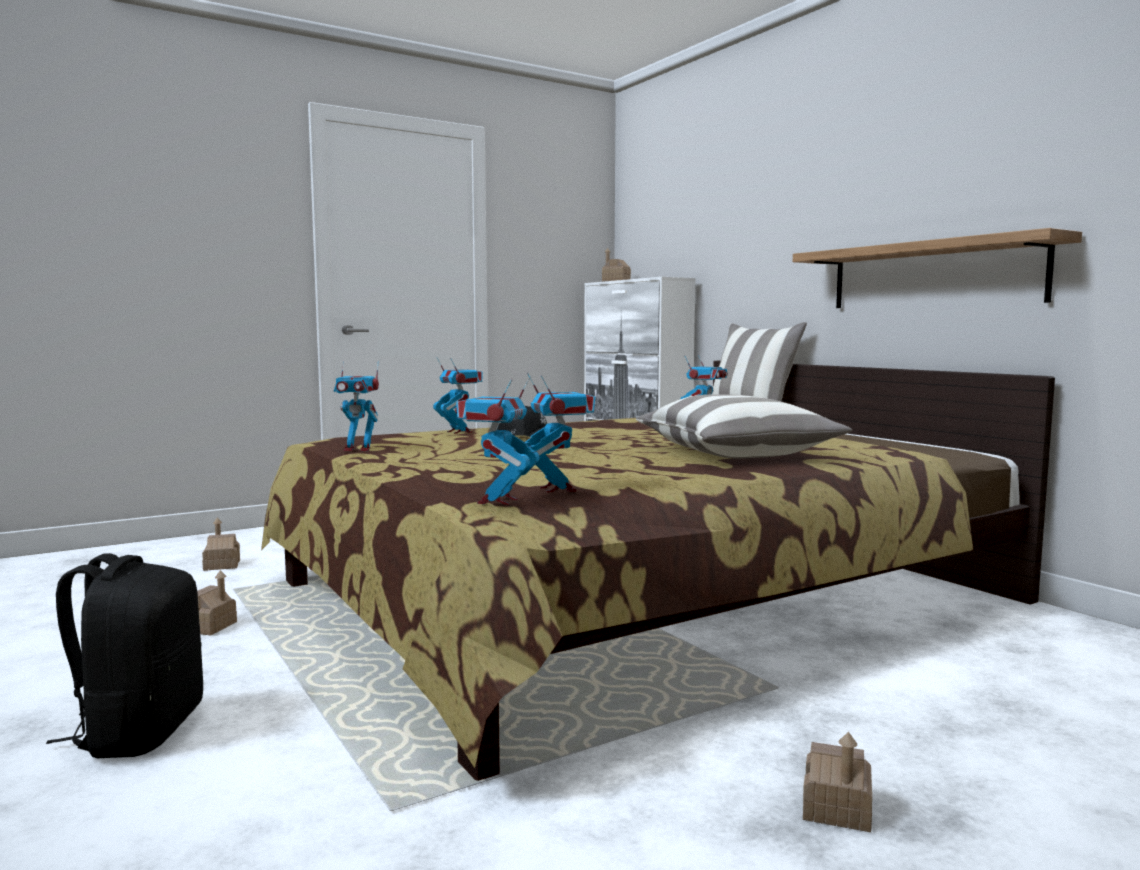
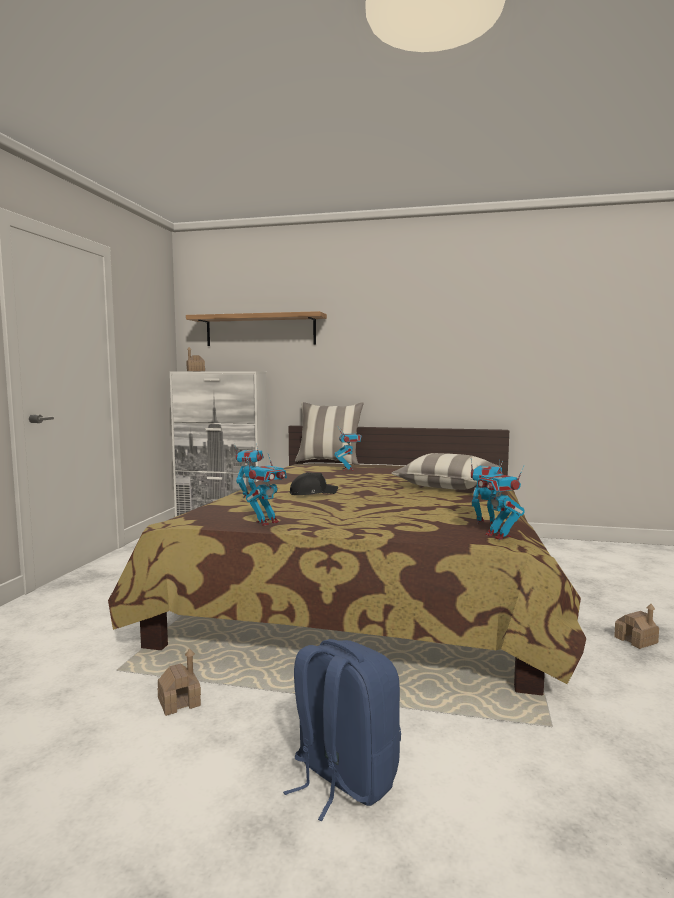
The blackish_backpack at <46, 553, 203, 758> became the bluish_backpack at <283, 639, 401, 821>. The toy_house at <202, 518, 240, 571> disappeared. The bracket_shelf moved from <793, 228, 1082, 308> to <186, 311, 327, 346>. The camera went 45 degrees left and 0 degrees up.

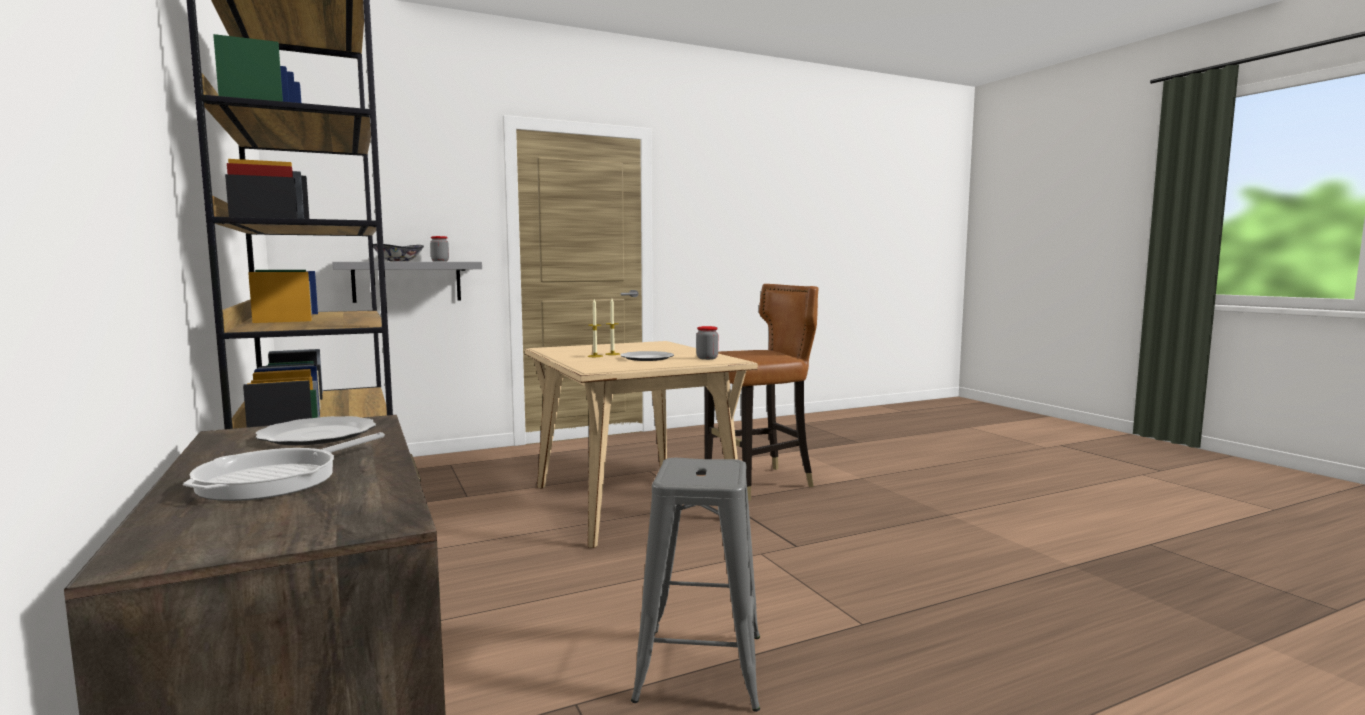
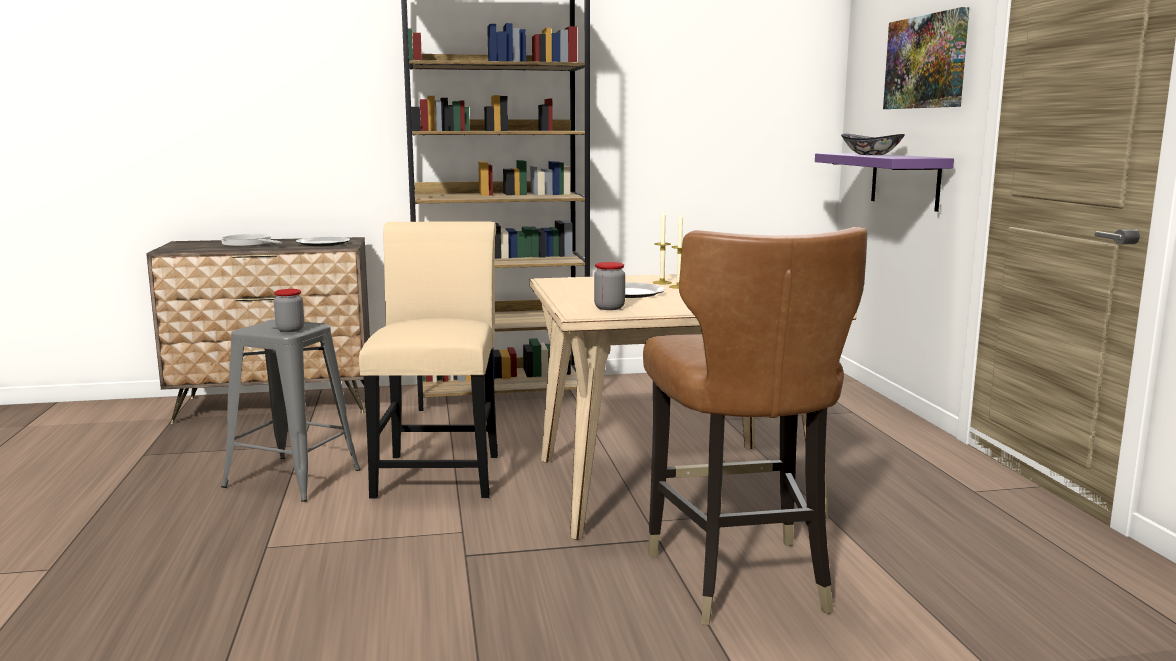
The greyish_bracket_shelf at <332, 262, 482, 303> became the purplish_bracket_shelf at <815, 153, 954, 212>. The storage_jar moved from <430, 236, 449, 262> to <274, 289, 304, 332>. The beige_plain_chair at <359, 222, 498, 498> appeared. The wall_picture at <883, 7, 969, 109> appeared. The camera went 105 degrees right and 5 degrees up.

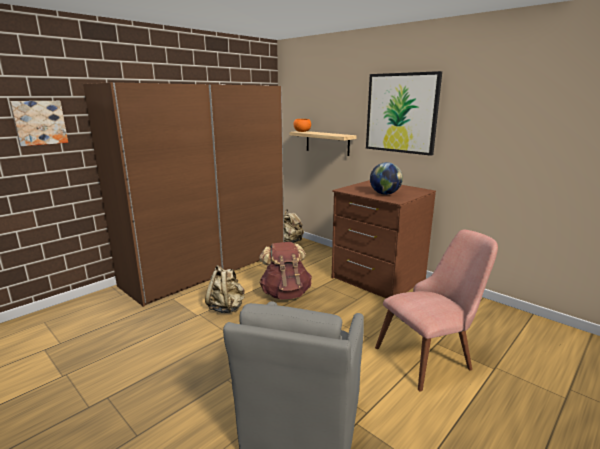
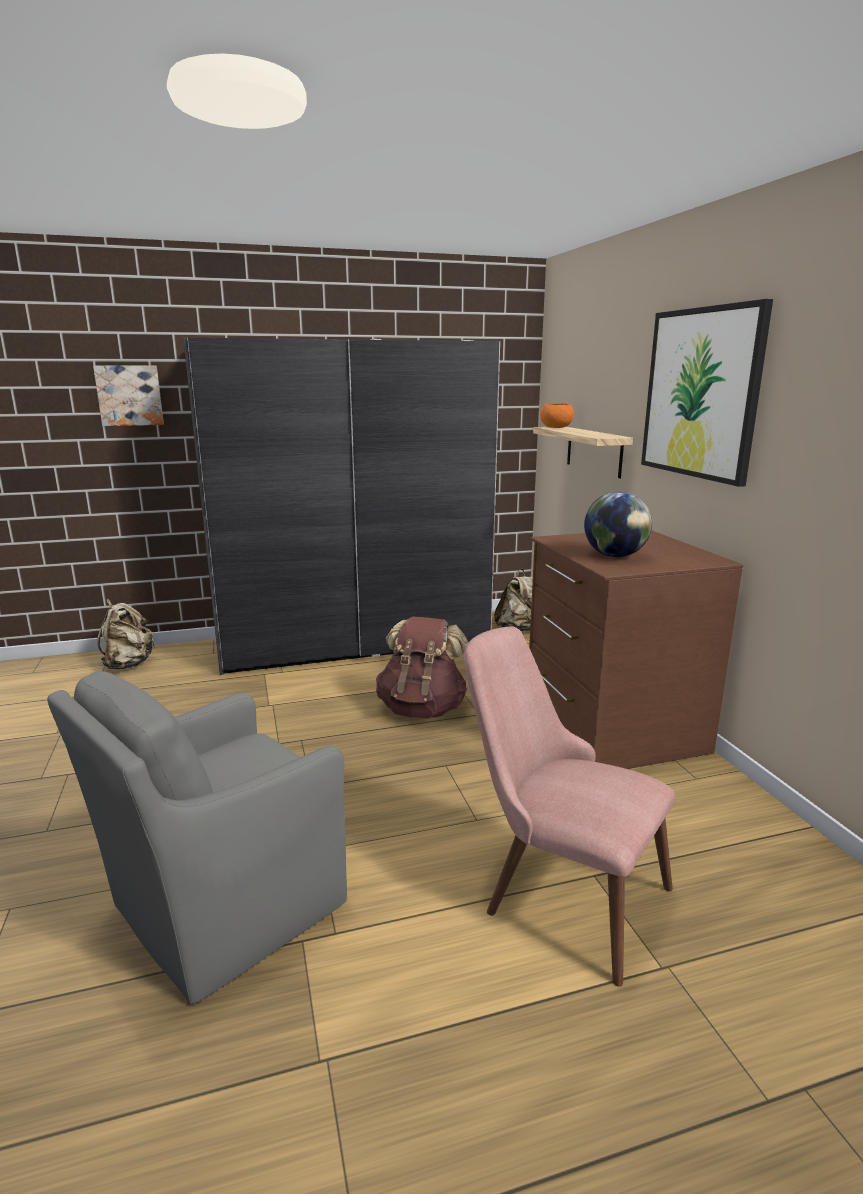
The brownish_armoire at <83, 82, 284, 307> became the greyish_armoire at <183, 338, 500, 675>. The beige_backpack moved from <205, 265, 245, 313> to <97, 599, 156, 669>. The pink-coloured_plain_chair at <375, 229, 498, 392> turned 150 degrees counterclockwise. The camera went 30 degrees right and 0 degrees up.

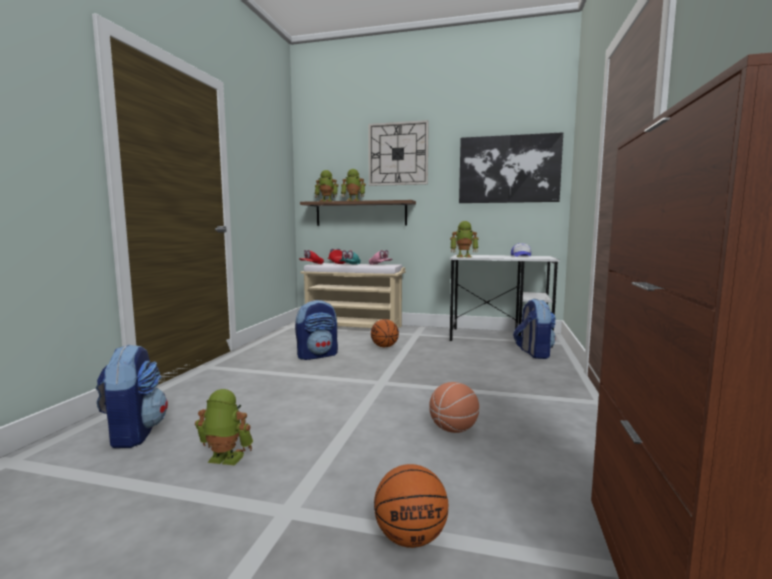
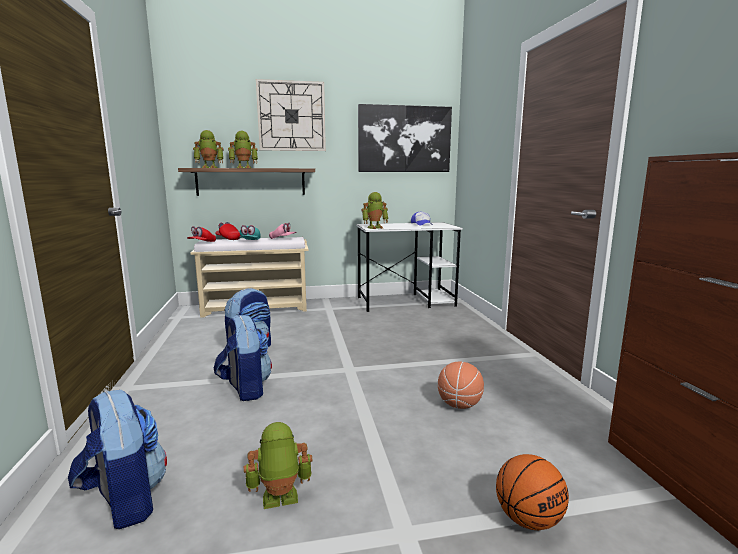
The basketball at <371, 319, 399, 347> disappeared. The backpack moved from <513, 299, 556, 359> to <214, 314, 272, 401>. The camera went 25 degrees left and 5 degrees up.

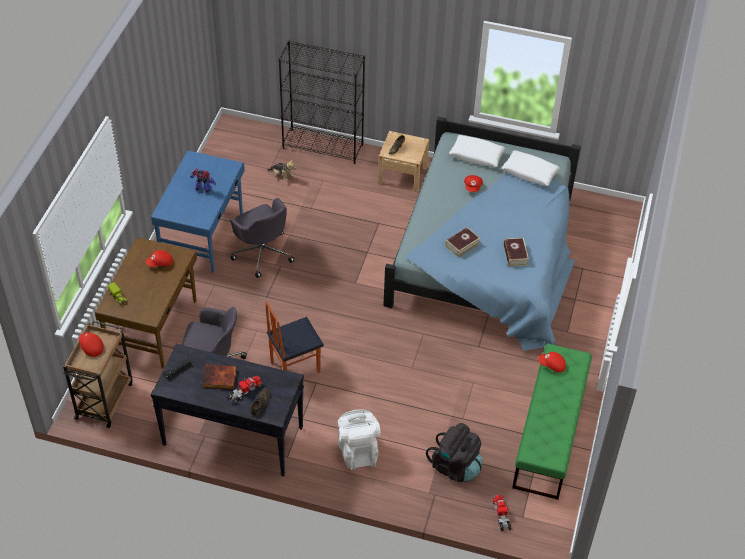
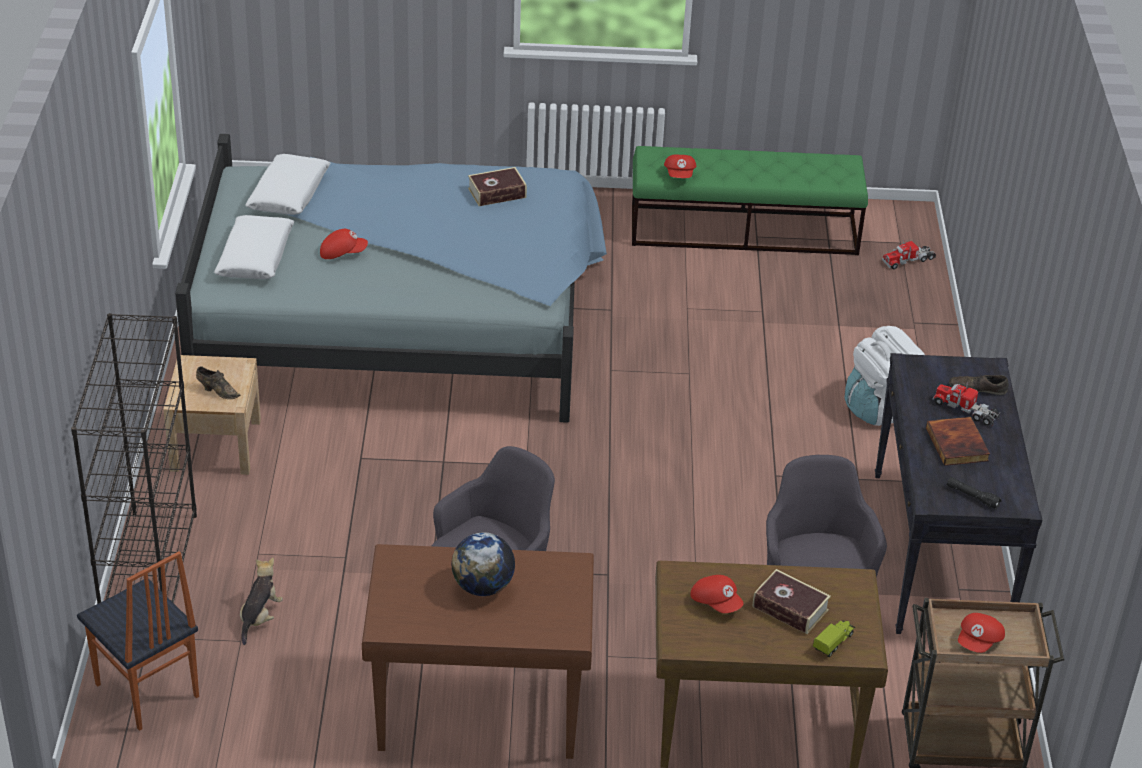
The bluish_desk_table at <151, 151, 245, 273> became the brownish_desk_table at <362, 544, 594, 759>. The toy_robot at <190, 168, 216, 194> was replaced by the world_globe at <452, 532, 515, 596>. The plain_chair moved from <265, 301, 324, 374> to <77, 551, 199, 731>. The blackish_backpack at <426, 423, 483, 482> disappeared. The volume moved from <445, 227, 480, 258> to <753, 569, 831, 634>. The camera went 105 degrees left and 10 degrees down.

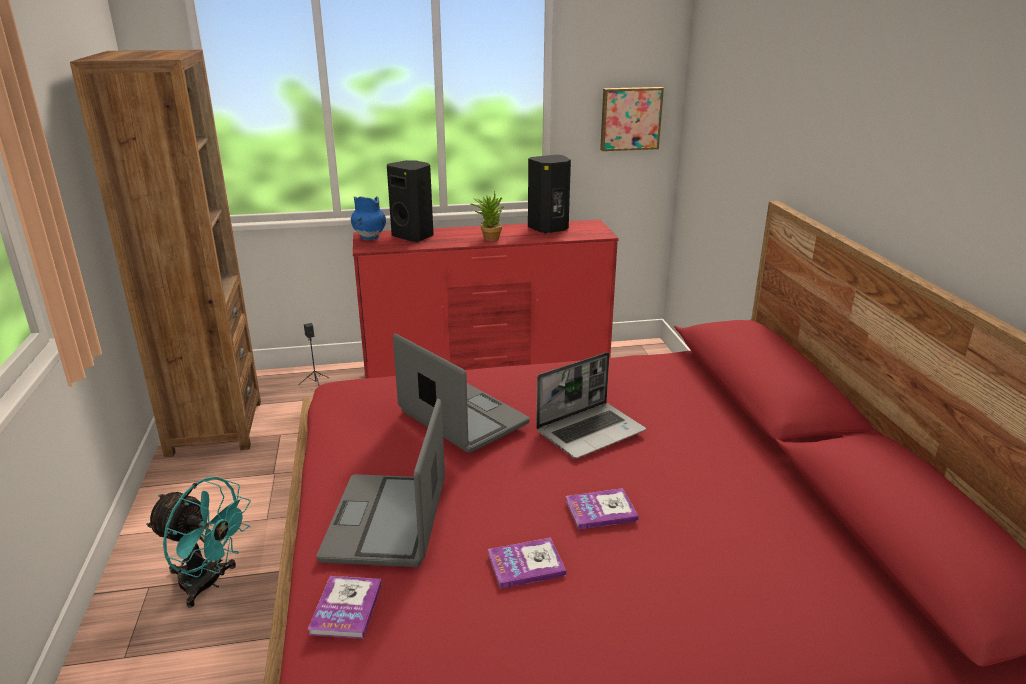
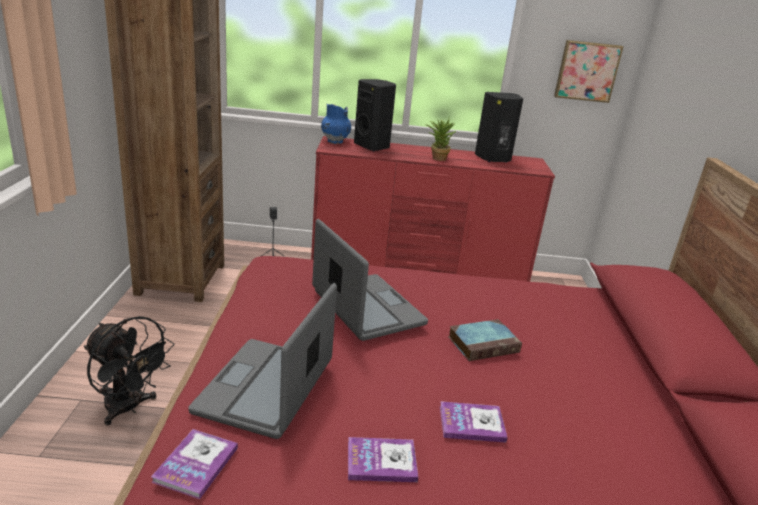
The turquoise_electric_fan at <146, 477, 251, 608> became the blackish_electric_fan at <84, 316, 174, 426>. The portable_computer at <536, 352, 646, 458> was replaced by the volume at <448, 319, 522, 361>. The camera went 10 degrees right and 0 degrees up.

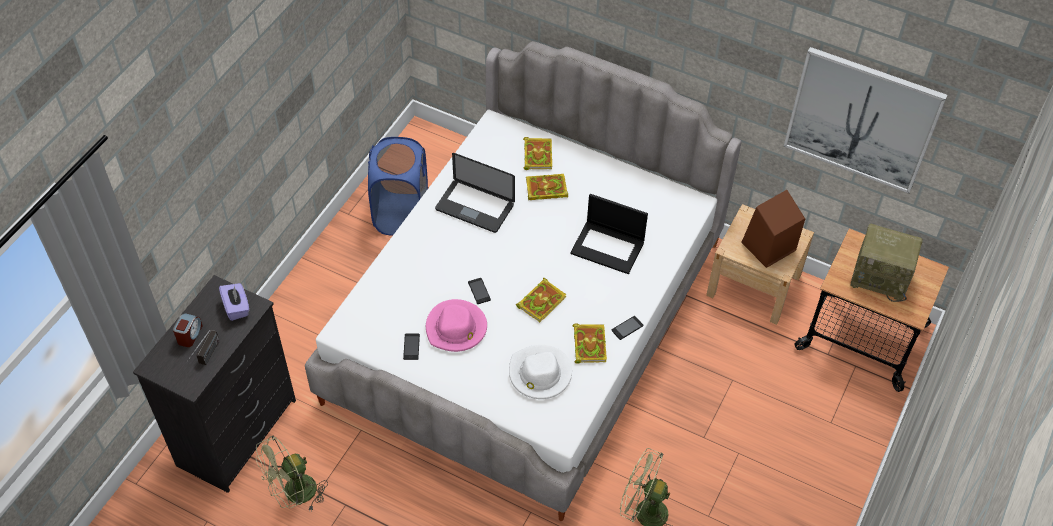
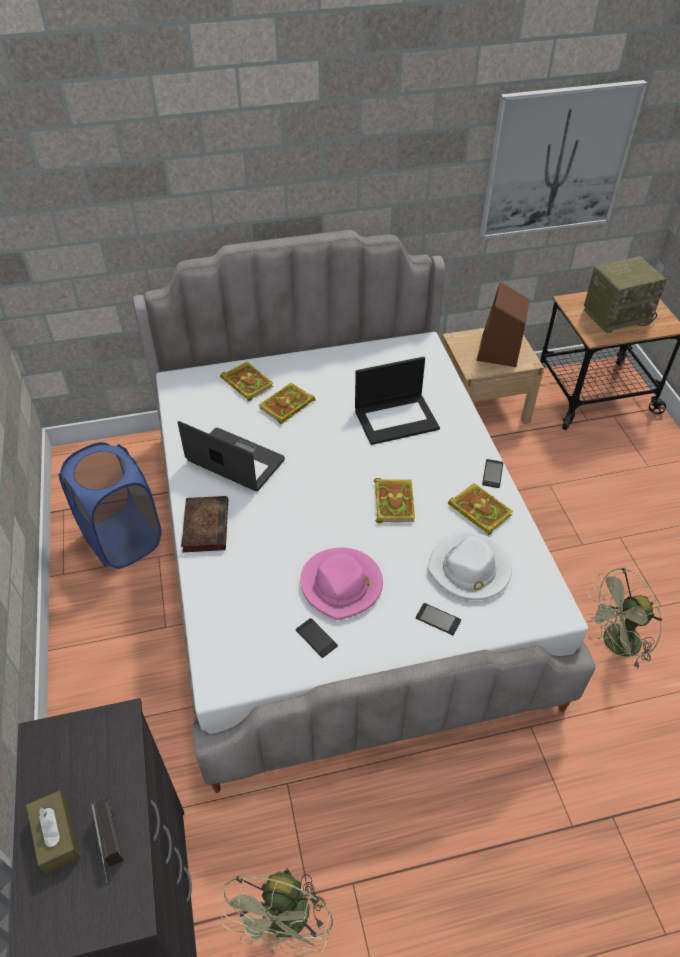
The bedside_clock at <173, 313, 203, 347> was replaced by the brownish_tissue_box at <26, 791, 80, 874>. The purplish_tissue_box at <219, 283, 249, 321> disappeared. The portable_computer at <435, 153, 515, 233> turned 135 degrees counterclockwise. The handset moved from <468, 278, 491, 304> to <416, 603, 461, 635>. The volume at <181, 496, 228, 552> appeared. The camera went 40 degrees left and 5 degrees down.

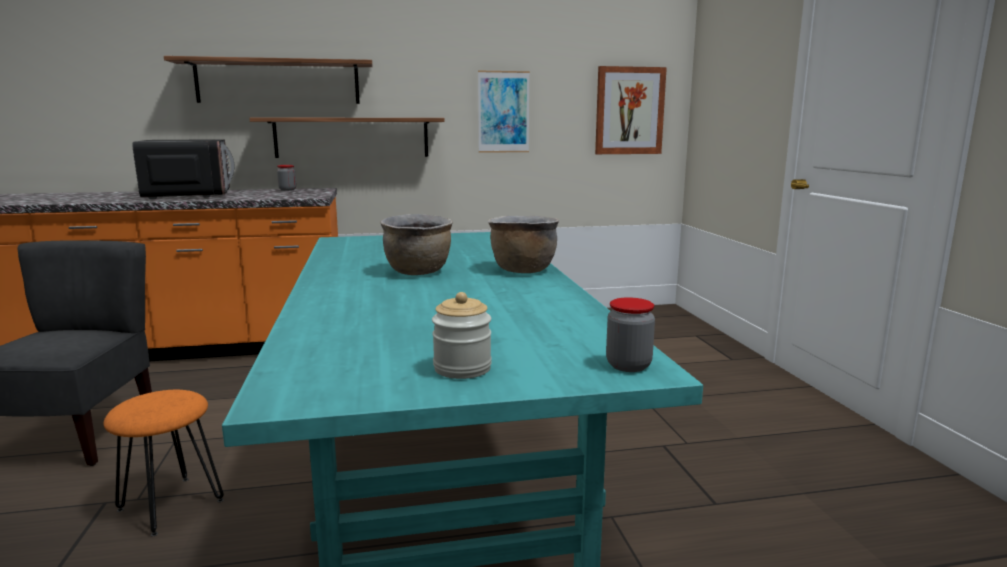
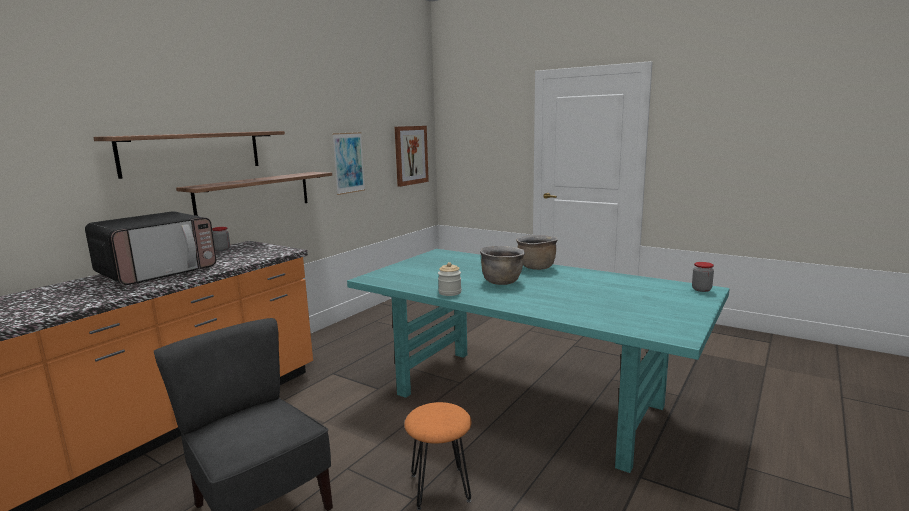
The microwave at <133, 139, 234, 199> turned 105 degrees clockwise. The storage_jar moved from <432, 292, 492, 379> to <438, 262, 462, 296>. The camera went 45 degrees left and 0 degrees up.

